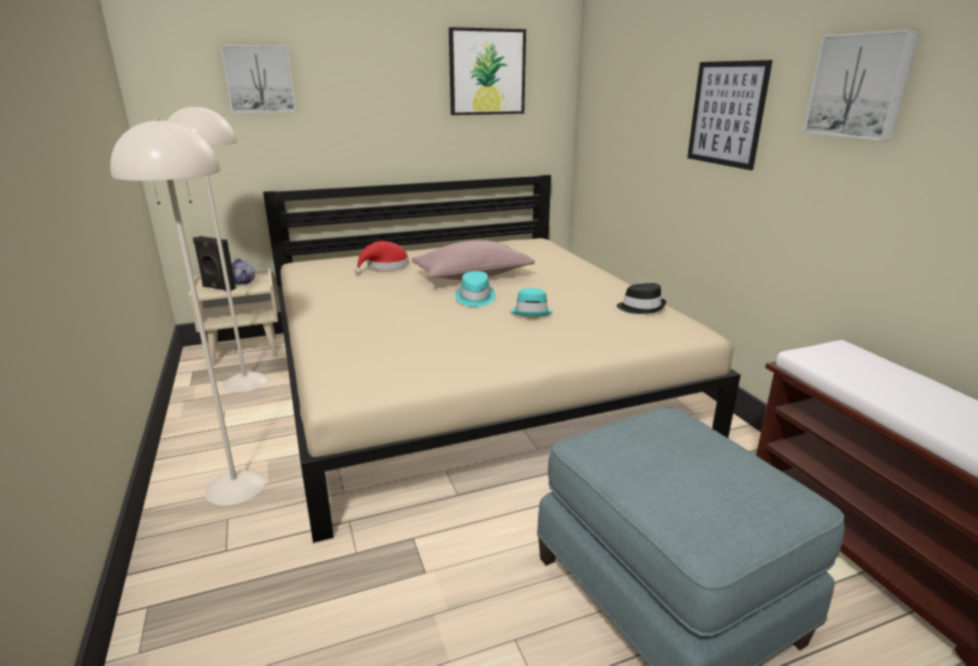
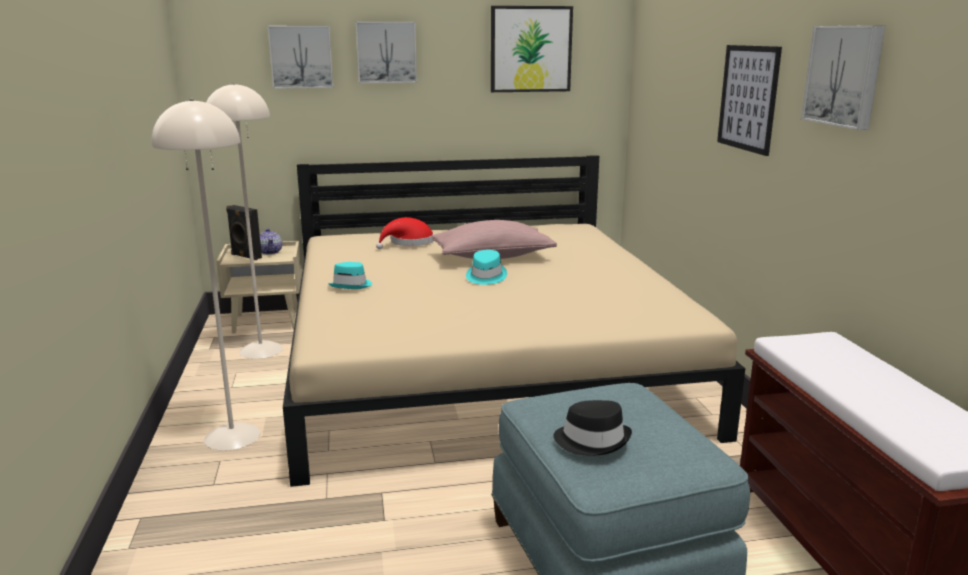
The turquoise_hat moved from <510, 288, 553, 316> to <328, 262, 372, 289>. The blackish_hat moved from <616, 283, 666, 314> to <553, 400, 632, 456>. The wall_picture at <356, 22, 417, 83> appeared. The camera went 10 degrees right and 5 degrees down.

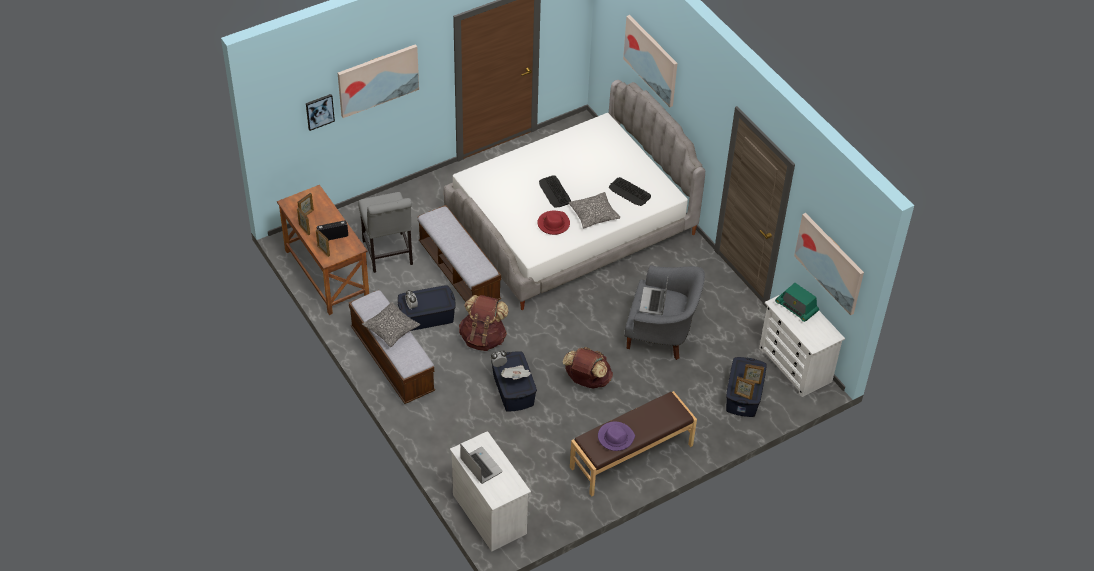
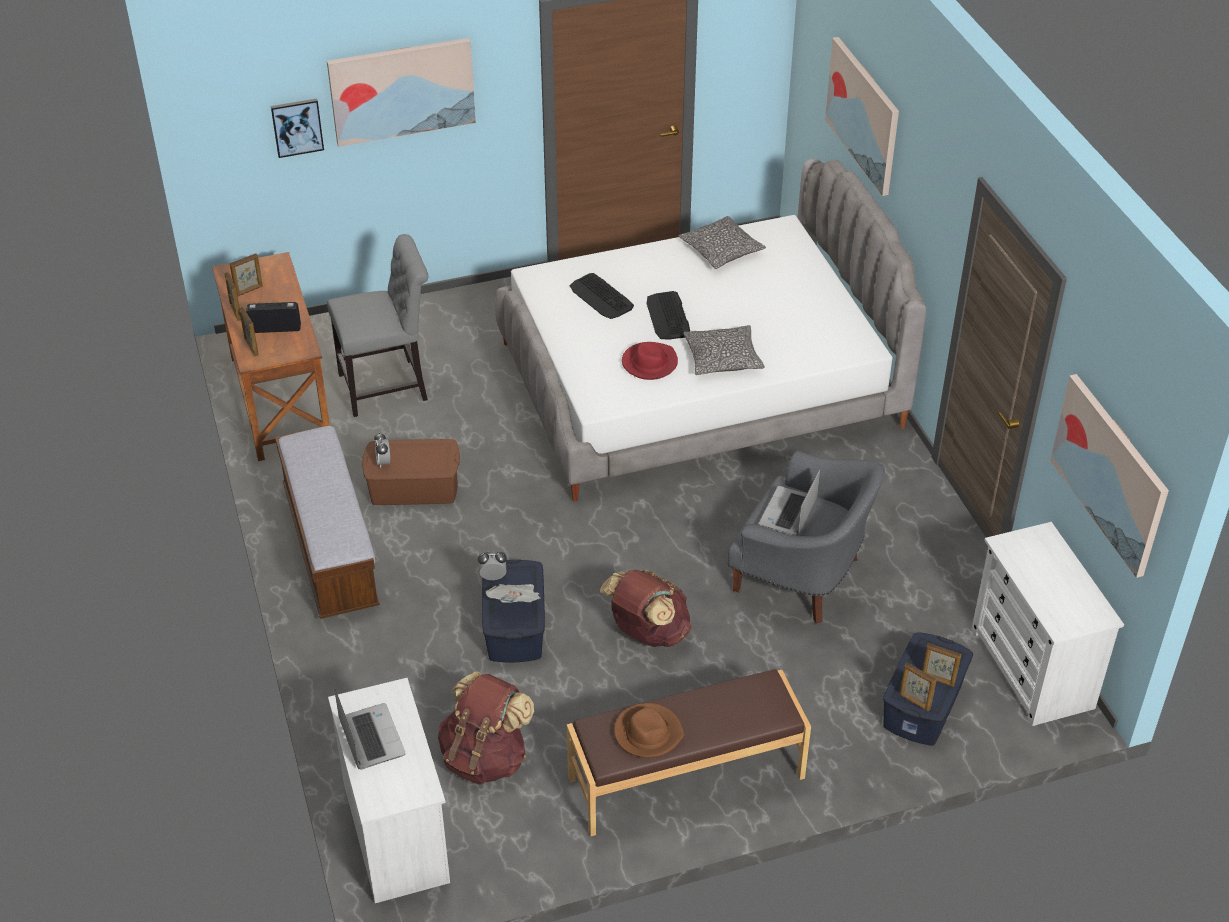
The greyish_plain_chair at <358, 192, 413, 273> turned 105 degrees counterclockwise. The pillow moved from <362, 302, 420, 347> to <678, 216, 766, 269>. The bluish_storage_box at <398, 285, 456, 331> became the brownish_storage_box at <362, 439, 460, 505>. The long_seat at <418, 205, 501, 302> disappeared. The brownish_backpack moved from <459, 295, 509, 351> to <438, 671, 534, 784>. The purplish_hat at <598, 422, 635, 451> became the brownish_hat at <614, 703, 684, 758>. The keyboard moved from <609, 177, 651, 206> to <570, 273, 634, 319>. The radio_set at <775, 283, 819, 322> disappeared. The camera went 15 degrees right and 5 degrees down.

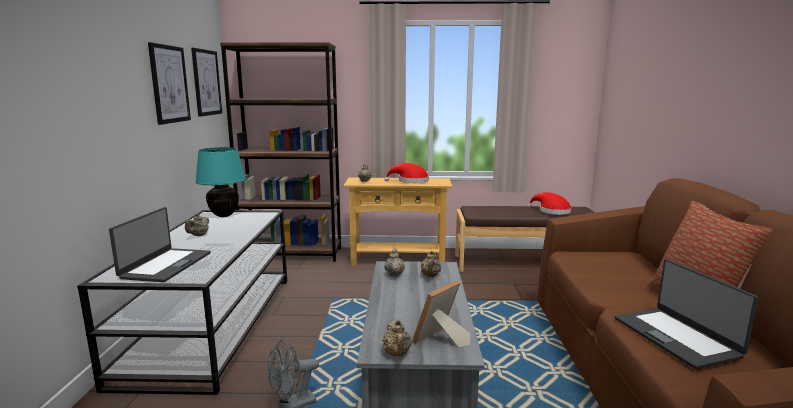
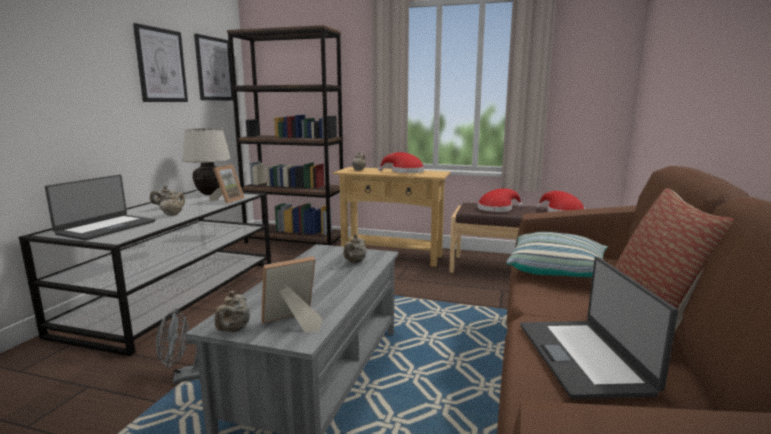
The turquoise_lamp_for_a_table at <195, 147, 246, 217> became the beige_lamp_for_a_table at <182, 128, 231, 195>. The beige_pot_for_tea moved from <384, 248, 405, 277> to <159, 191, 185, 216>. The picture_frame at <209, 164, 245, 204> appeared. The red_hat at <478, 188, 523, 212> appeared. The pillow at <507, 232, 608, 277> appeared. The camera went 15 degrees right and 0 degrees up.

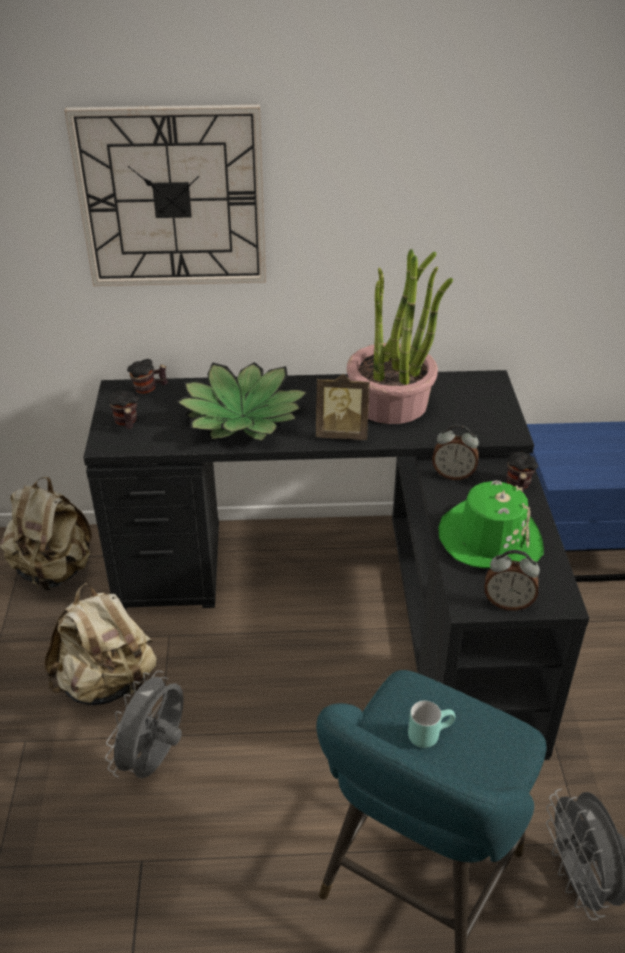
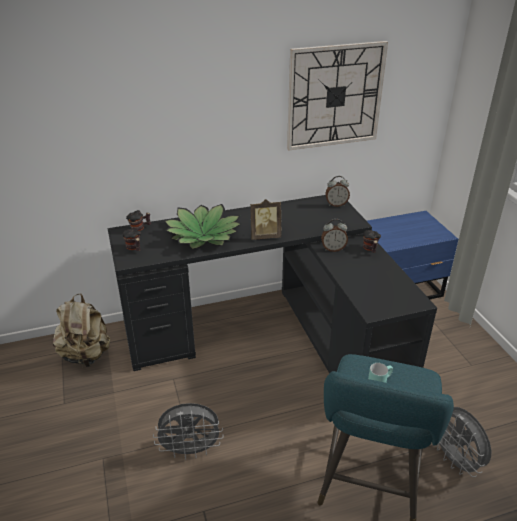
The beige_backpack at <44, 583, 157, 705> disappeared. The clock_on_the_wall moved from <65, 105, 266, 286> to <287, 41, 388, 150>. The greyish_electric_fan at <105, 670, 184, 779> turned 105 degrees counterclockwise. The plant_in_a_pot at <347, 249, 453, 424> disappeared. The greenish_hat at <438, 480, 544, 568> disappeared. The bedside_clock moved from <484, 550, 540, 611> to <325, 176, 350, 207>. The camera went 15 degrees left and 5 degrees down.

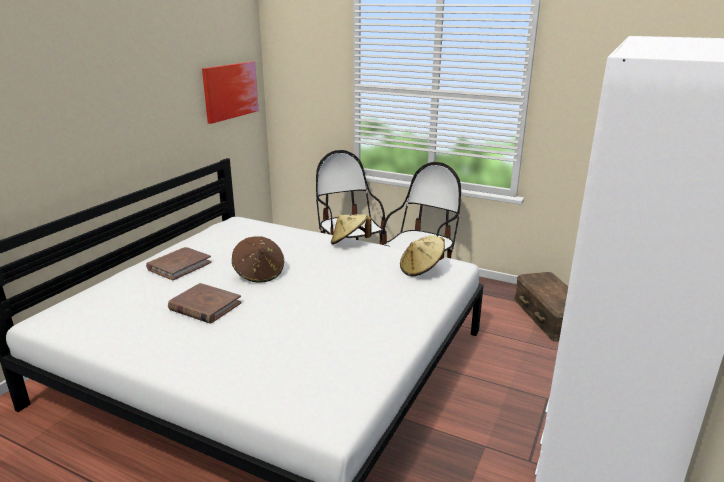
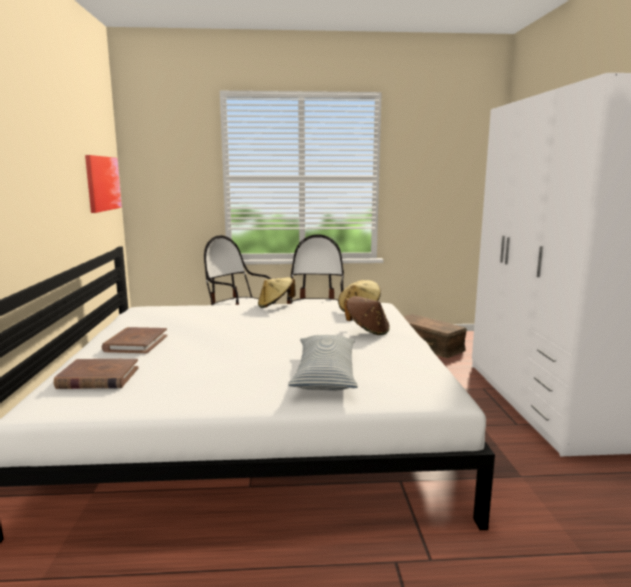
The brownish_volume moved from <168, 283, 242, 324> to <54, 358, 139, 389>. The brownish_hat moved from <232, 236, 284, 283> to <344, 296, 390, 335>. The pillow at <288, 335, 358, 391> appeared. The camera went 30 degrees left and 10 degrees down.

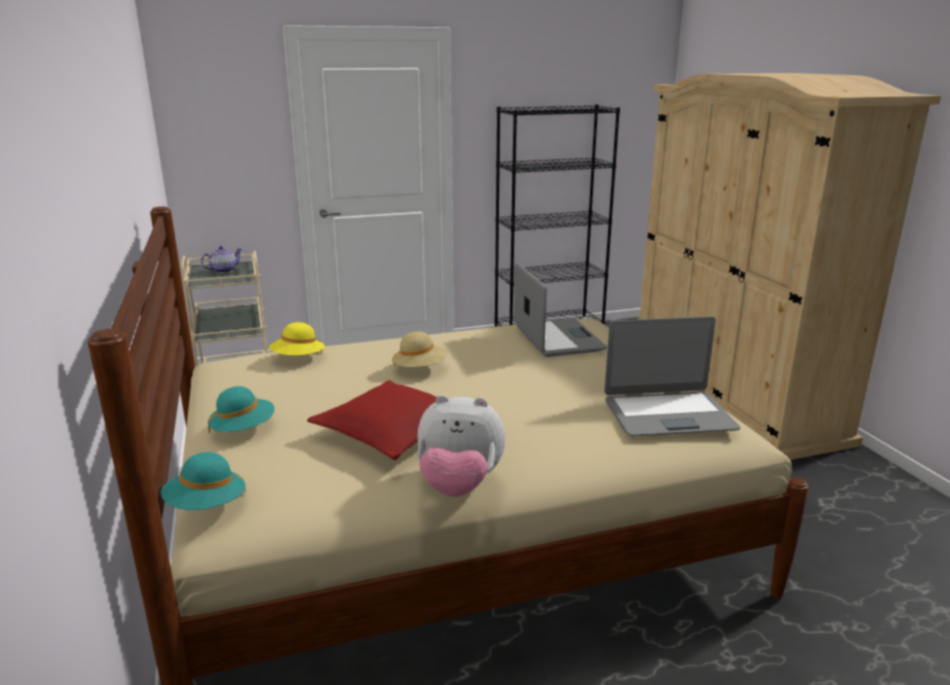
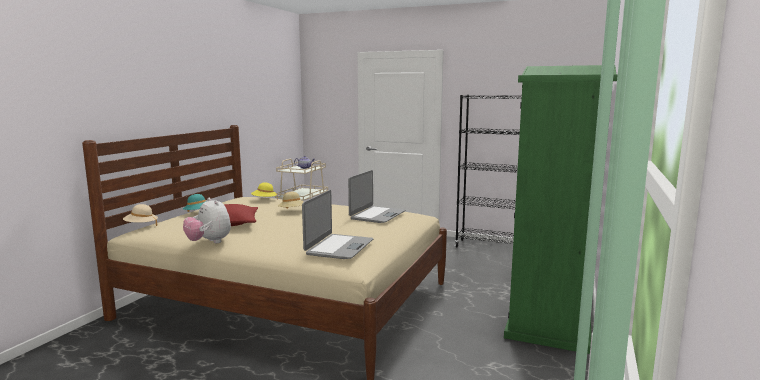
The turquoise_hat at <161, 452, 246, 510> became the beige_hat at <123, 204, 158, 226>. The portable_computer at <604, 316, 740, 436> turned 105 degrees counterclockwise. The beige_armoire at <640, 73, 941, 460> became the greenish_armoire at <504, 65, 618, 354>. The camera went 40 degrees right and 10 degrees down.

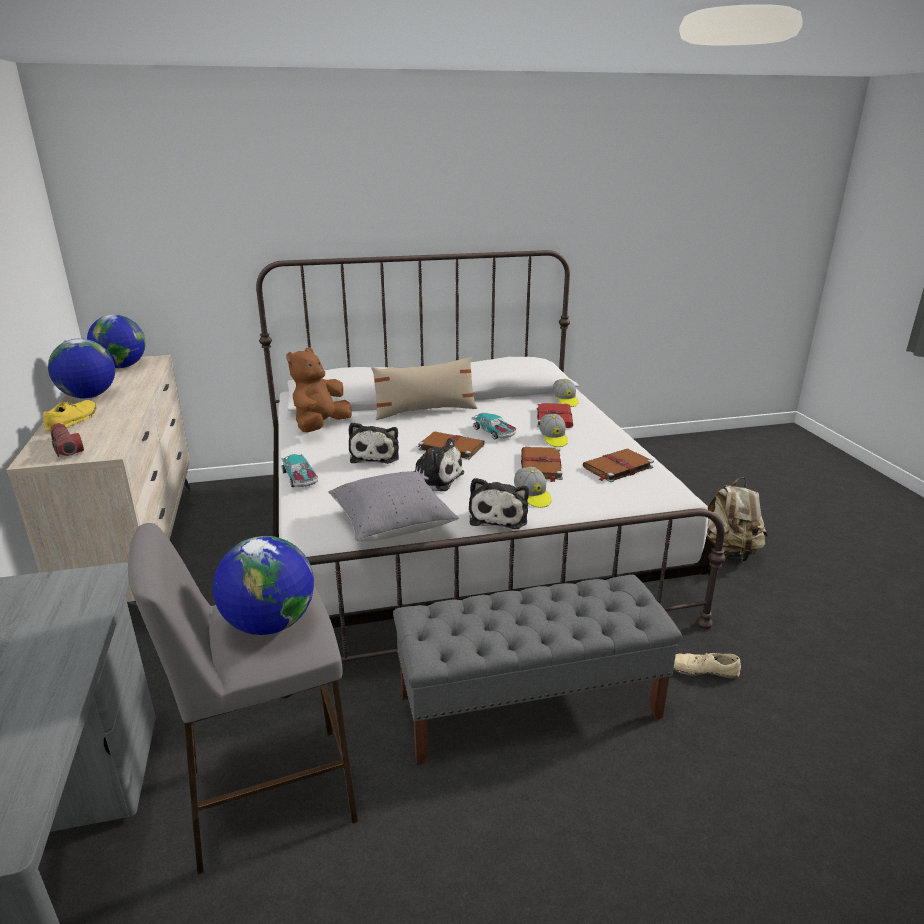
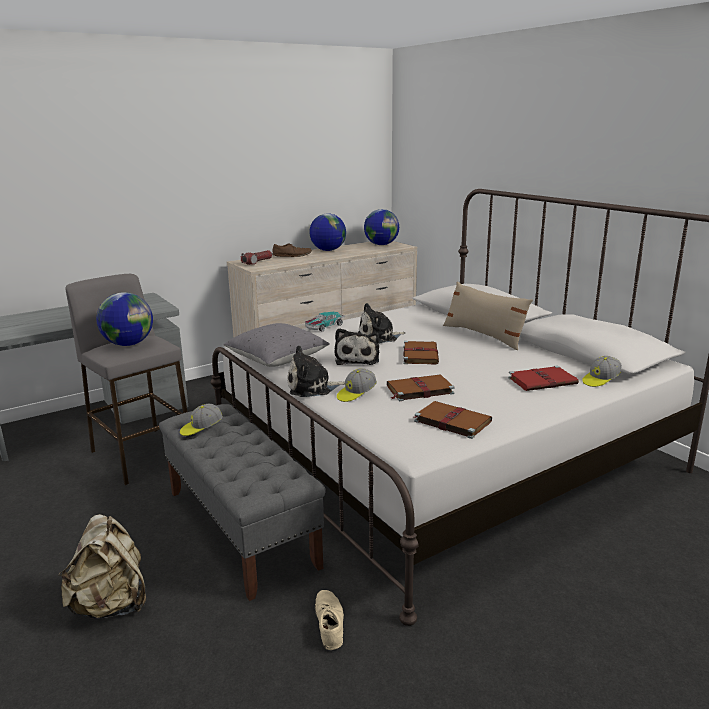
The yellowish_item_of_footwear at <43, 400, 97, 430> became the brownish_item_of_footwear at <272, 243, 312, 257>. The brownish_cuddly_toy at <286, 347, 352, 432> disappeared. The toy_car at <472, 413, 516, 439> disappeared. The peaked_cap moved from <539, 414, 568, 447> to <180, 404, 223, 436>. The beige_backpack moved from <707, 477, 768, 561> to <58, 514, 146, 619>. The camera went 70 degrees right and 5 degrees down.

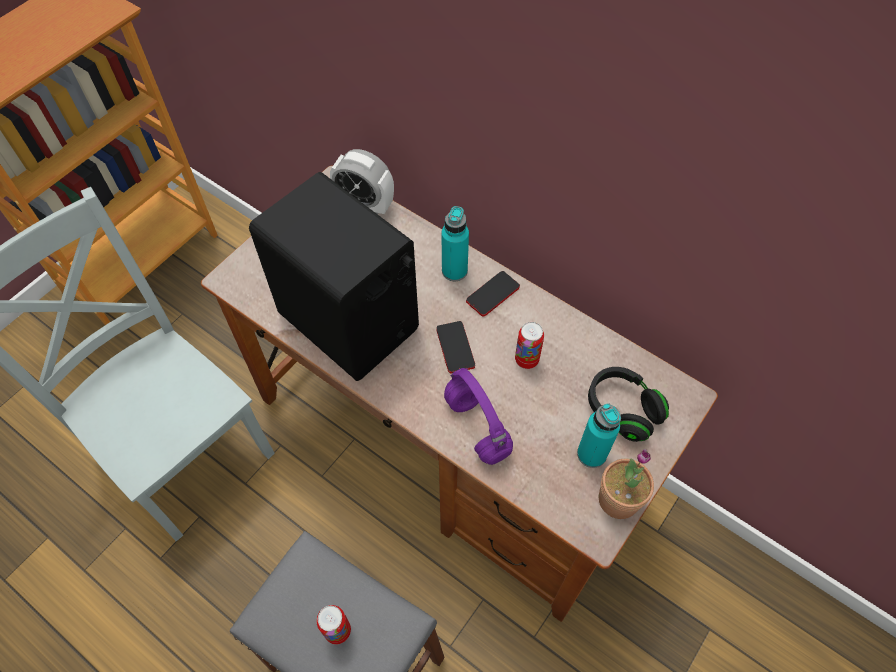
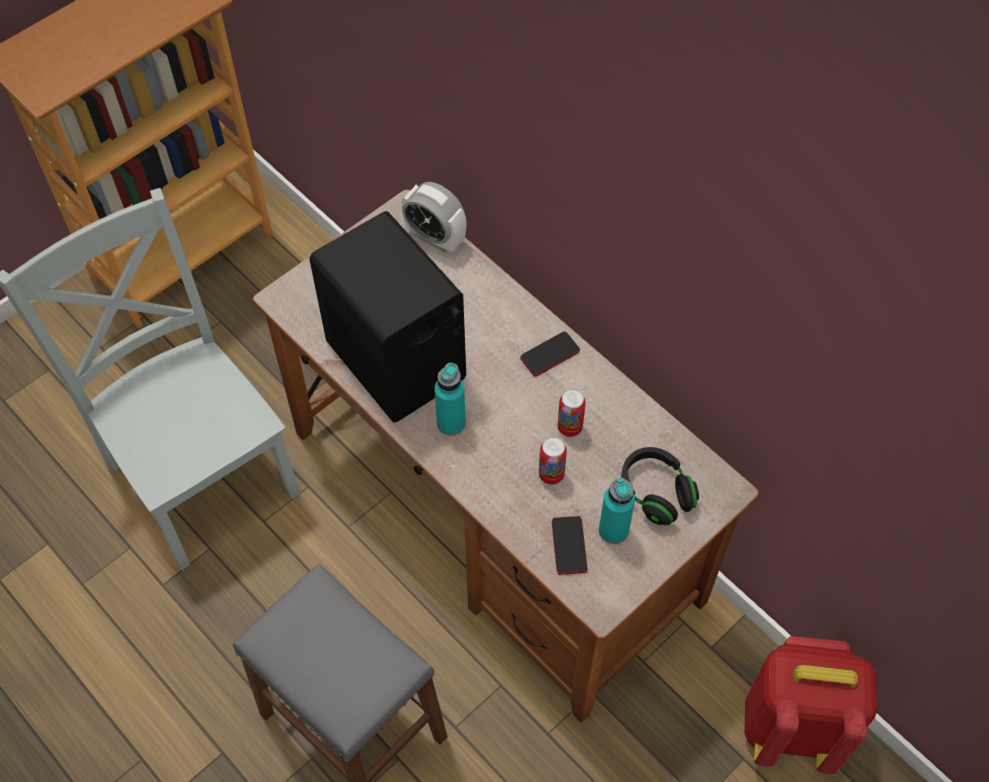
The metal_can moved from <317, 605, 351, 644> to <539, 437, 567, 485>. The handset moved from <436, 321, 475, 374> to <552, 516, 587, 575>. The turquoise_bottle moved from <441, 206, 469, 281> to <434, 363, 466, 436>. The purplish_pair_of_headphones at <444, 368, 513, 465> disappeared. The plant_in_a_pot at <599, 449, 654, 519> disappeared. The red_backpack at <744, 636, 878, 774> appeared. The camera went 10 degrees right and 0 degrees up.

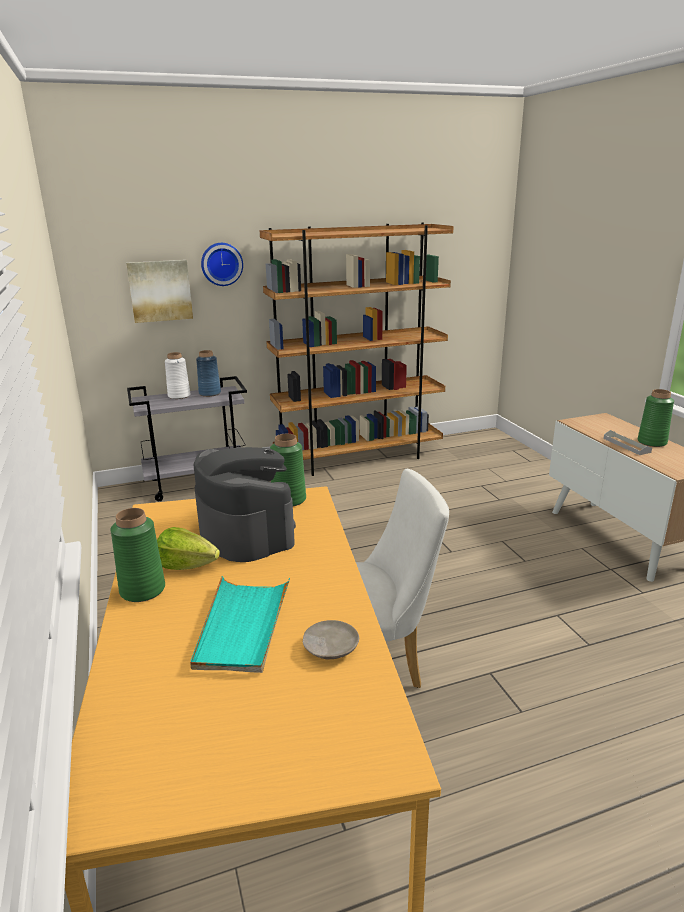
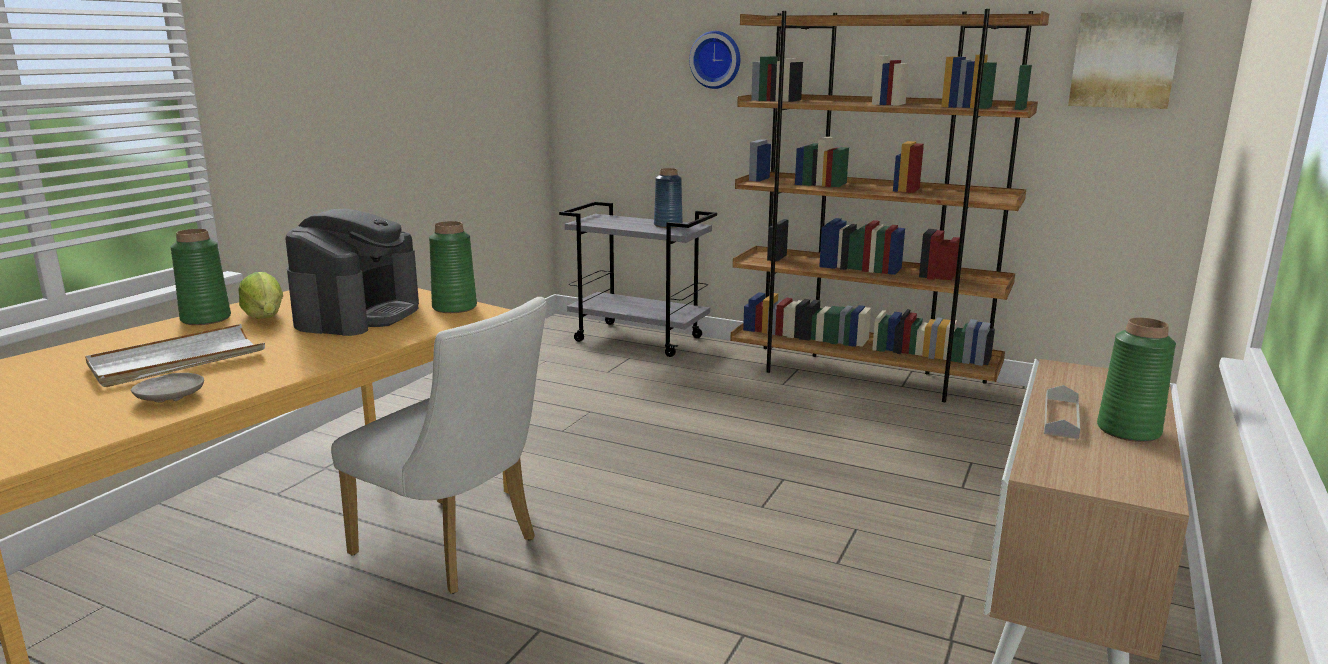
The wall_picture moved from <126, 260, 193, 323> to <1068, 12, 1184, 109>. The white_flower_vase at <165, 352, 191, 399> disappeared. The turquoise_carrying_tray at <190, 576, 290, 673> became the white_carrying_tray at <85, 324, 265, 387>. The camera went 45 degrees right and 5 degrees down.

